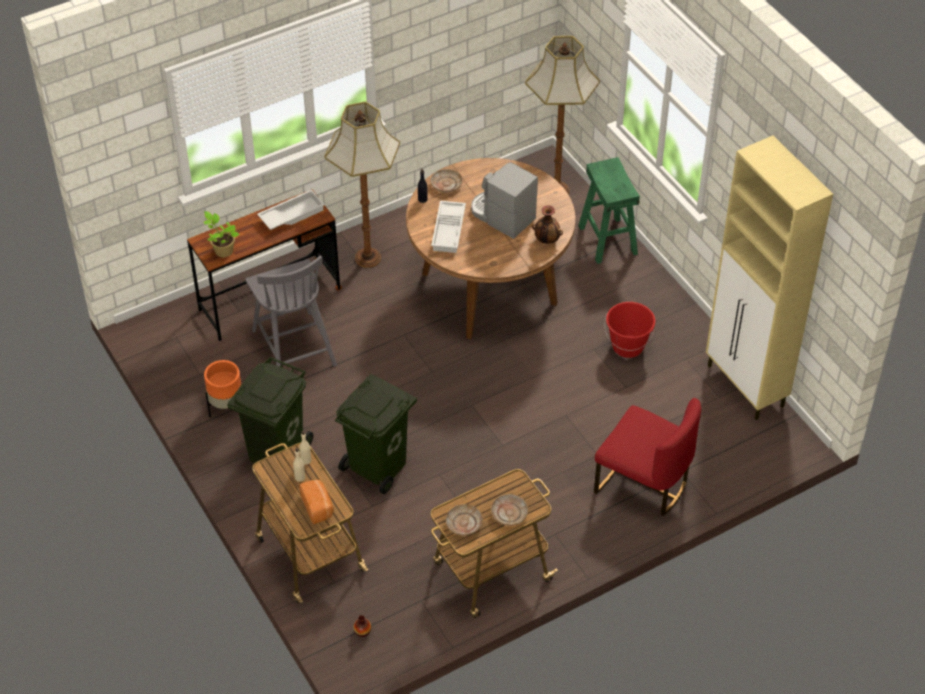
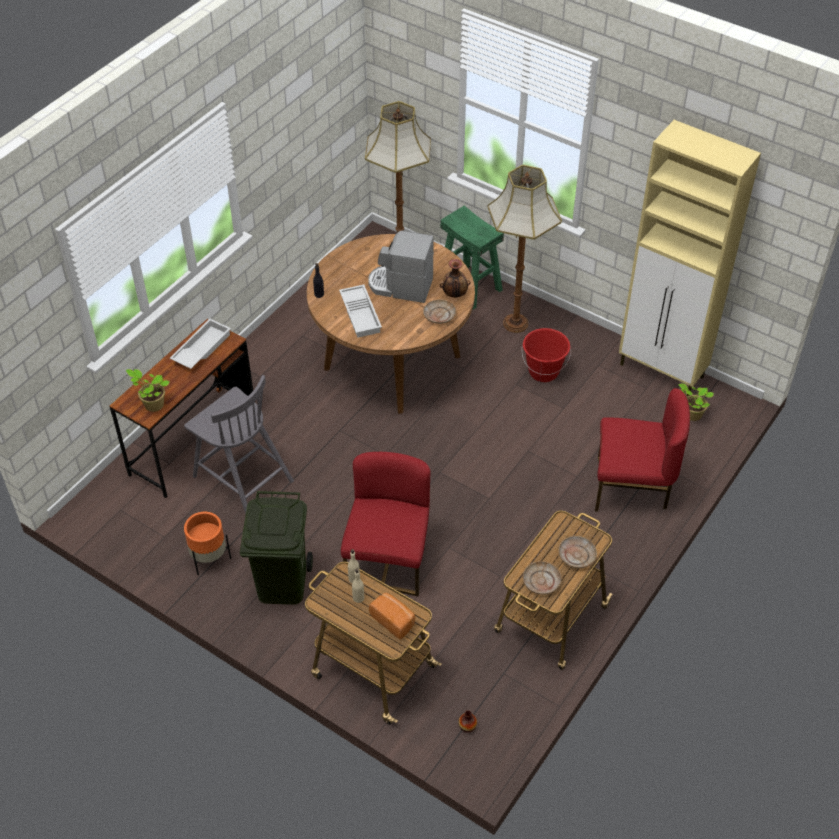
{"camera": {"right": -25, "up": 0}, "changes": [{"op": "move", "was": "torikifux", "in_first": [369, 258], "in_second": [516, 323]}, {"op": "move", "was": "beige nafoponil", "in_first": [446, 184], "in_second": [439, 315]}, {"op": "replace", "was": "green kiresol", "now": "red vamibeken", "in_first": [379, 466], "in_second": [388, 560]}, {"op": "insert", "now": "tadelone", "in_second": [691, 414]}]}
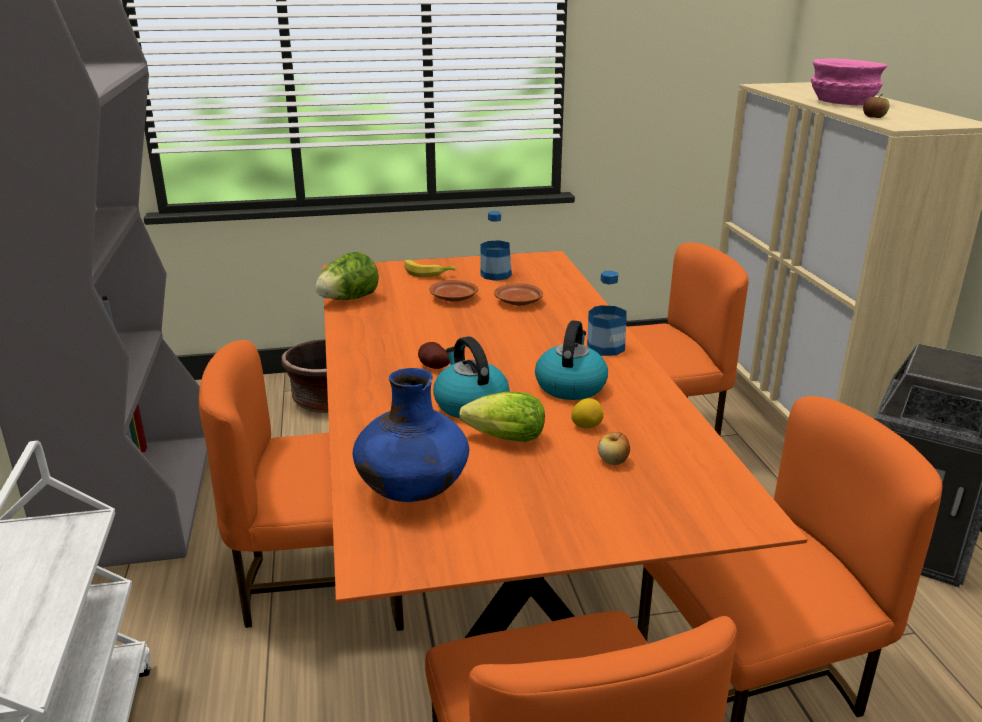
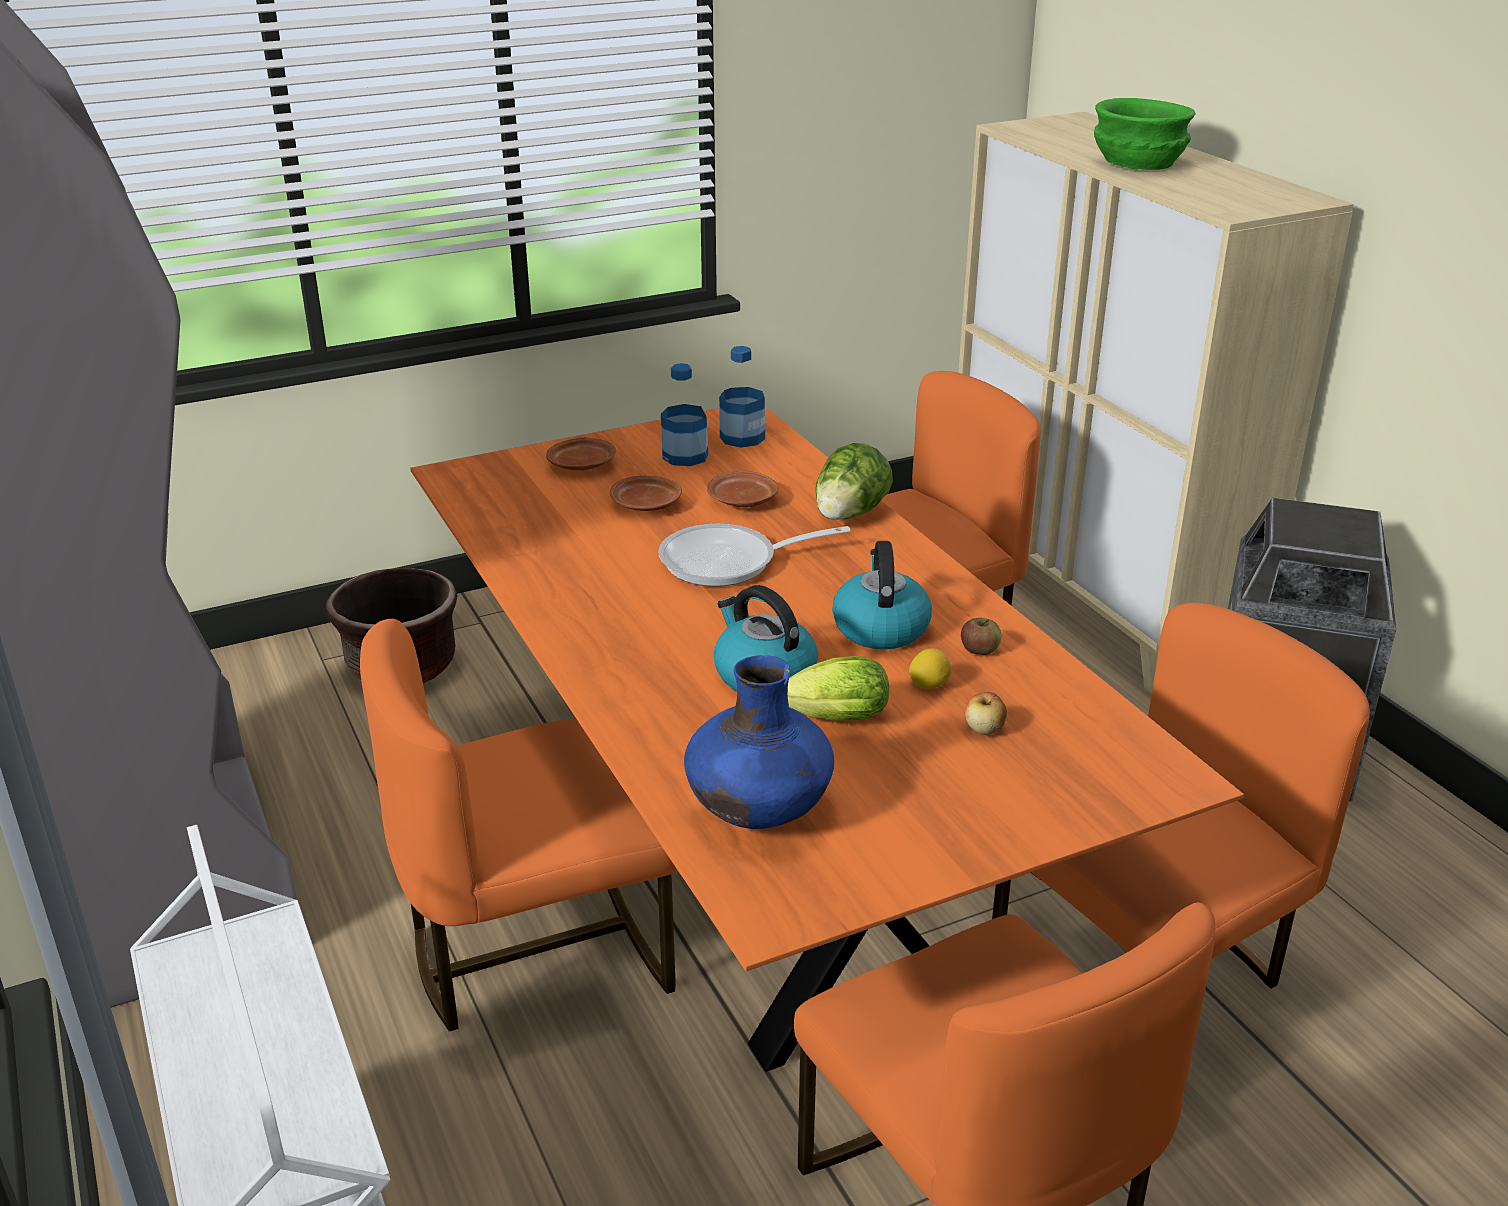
{"camera": {"right": -15, "up": 5}, "changes": [{"op": "recolor", "was": "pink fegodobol", "now": "green fegodobol", "in_first": [842, 102], "in_second": [1137, 163]}, {"op": "move", "was": "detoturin", "in_first": [874, 117], "in_second": [979, 650]}, {"op": "move", "was": "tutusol", "in_first": [348, 299], "in_second": [849, 515]}, {"op": "replace", "was": "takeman", "now": "brown nafoponil", "in_first": [427, 273], "in_second": [582, 465]}, {"op": "move", "was": "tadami", "in_first": [605, 348], "in_second": [742, 438]}, {"op": "delete", "was": "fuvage", "in_first": [433, 367]}, {"op": "insert", "now": "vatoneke", "in_second": [729, 563]}]}
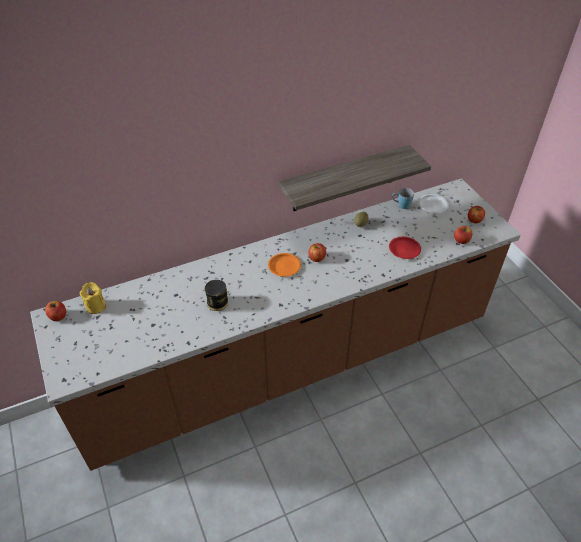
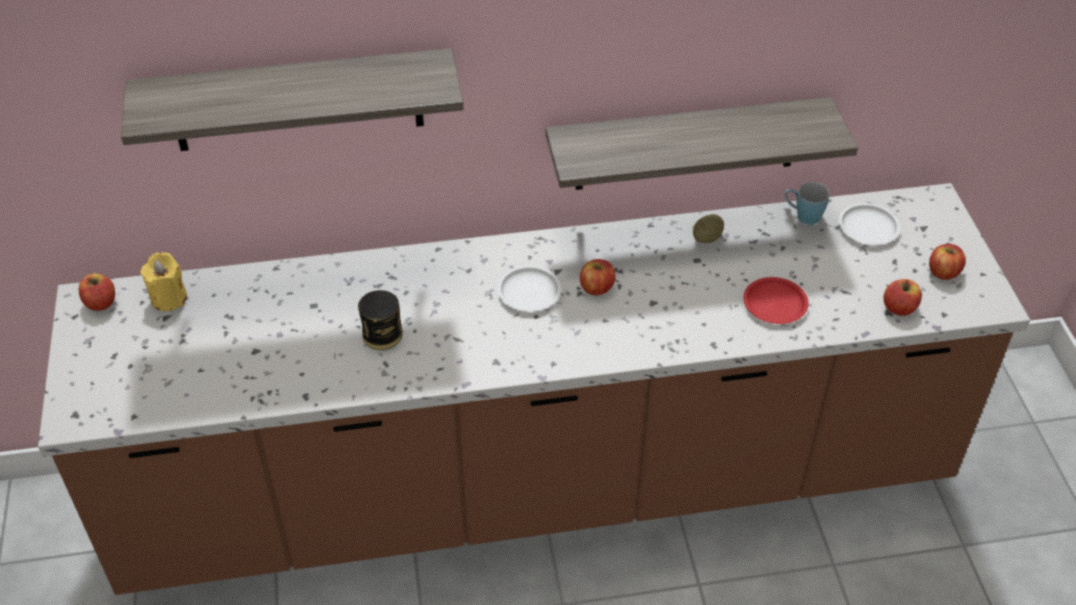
{"camera": {"right": 15, "up": 0}, "changes": [{"op": "recolor", "was": "orange nafoponil", "now": "white nafoponil", "in_first": [284, 266], "in_second": [529, 292]}, {"op": "insert", "now": "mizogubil", "in_second": [297, 100]}]}
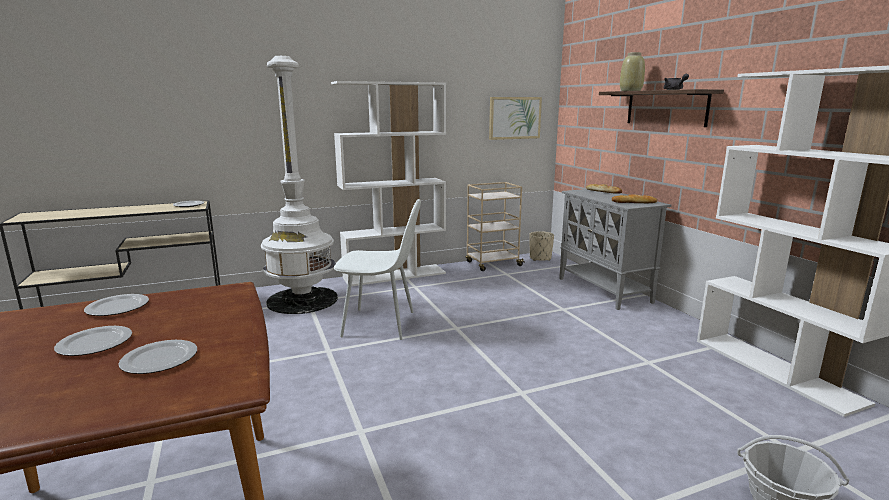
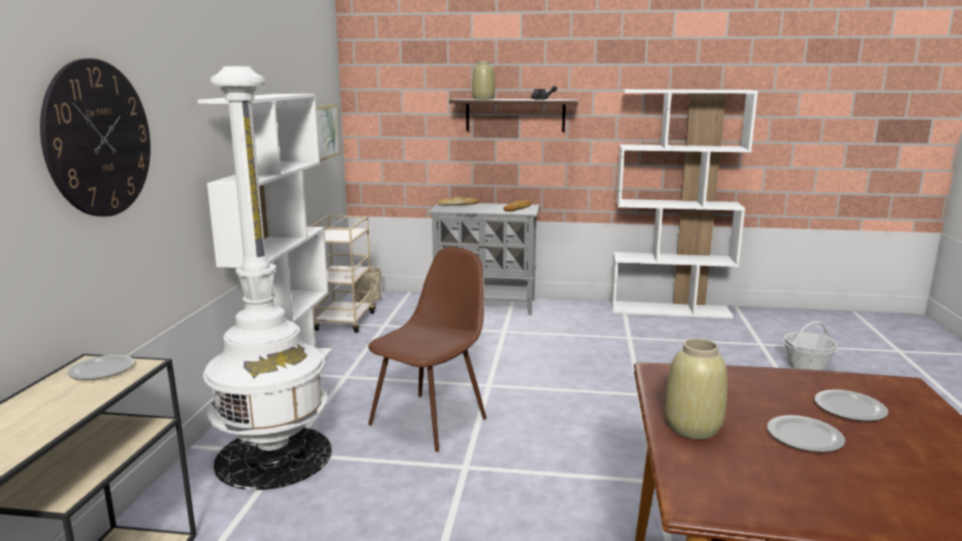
{"camera": {"right": -60, "up": 0}, "changes": [{"op": "recolor", "was": "white vamibeken", "now": "brown vamibeken", "in_first": [381, 324], "in_second": [430, 420]}, {"op": "replace", "was": "nafoponil", "now": "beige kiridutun", "in_first": [116, 307], "in_second": [692, 428]}, {"op": "insert", "now": "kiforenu", "in_second": [99, 139]}]}
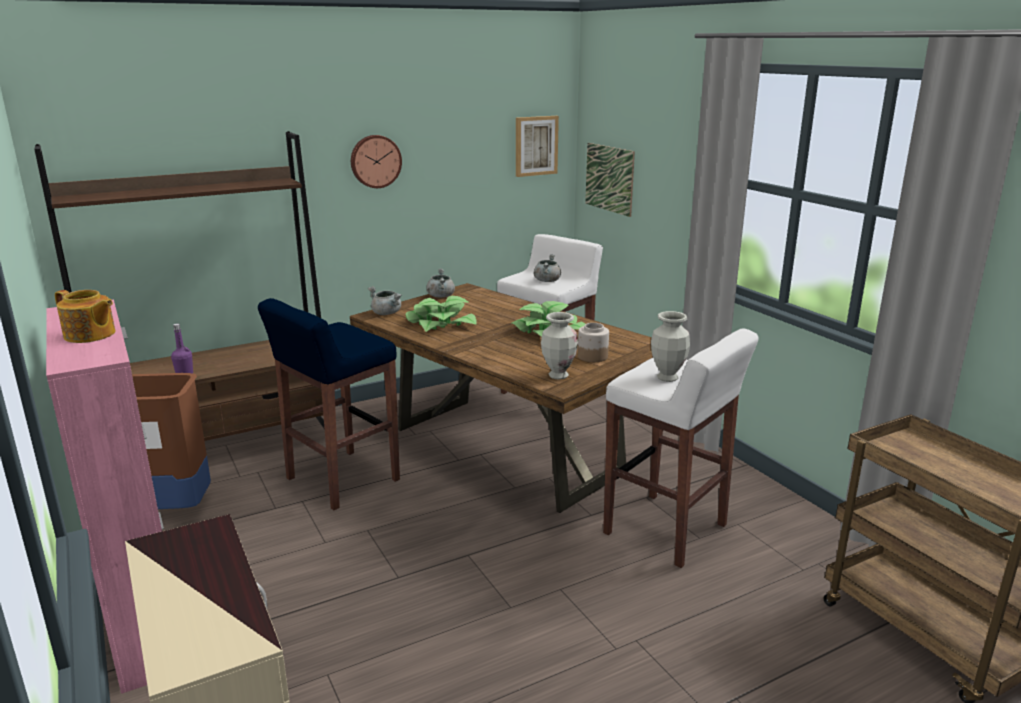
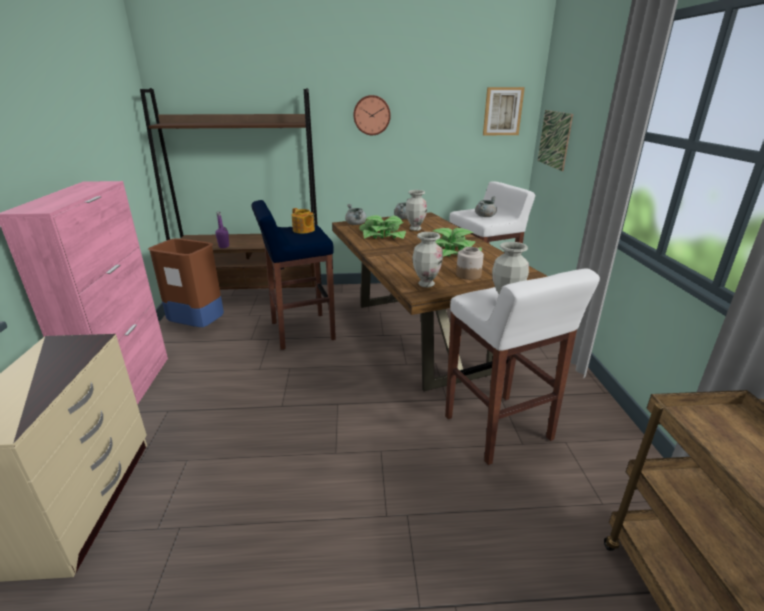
{"camera": {"right": 25, "up": 5}, "changes": [{"op": "move", "was": "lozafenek", "in_first": [90, 335], "in_second": [303, 230]}, {"op": "insert", "now": "kiridutun", "in_second": [415, 229]}]}
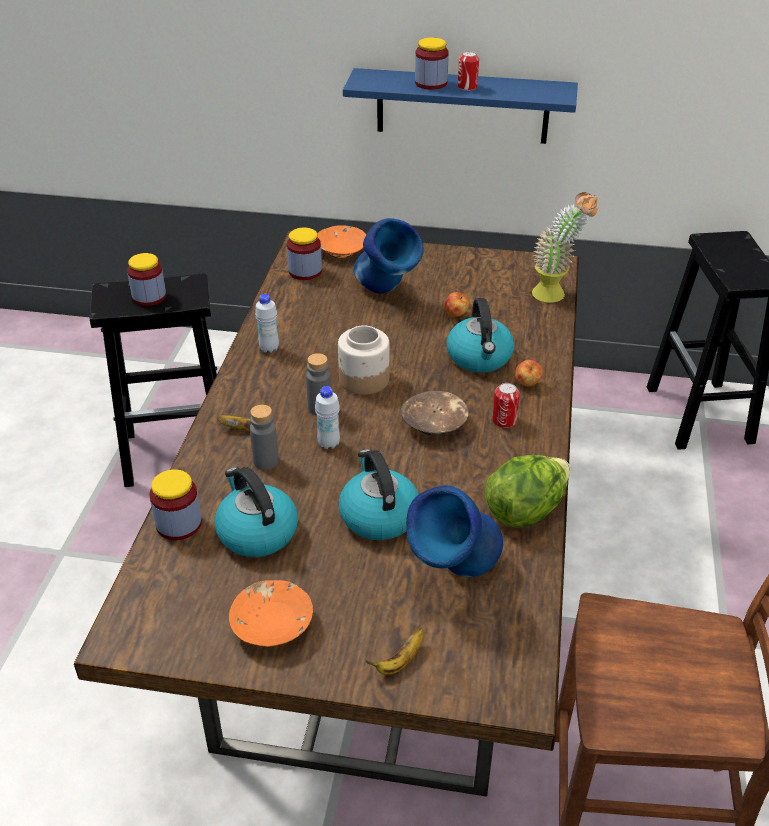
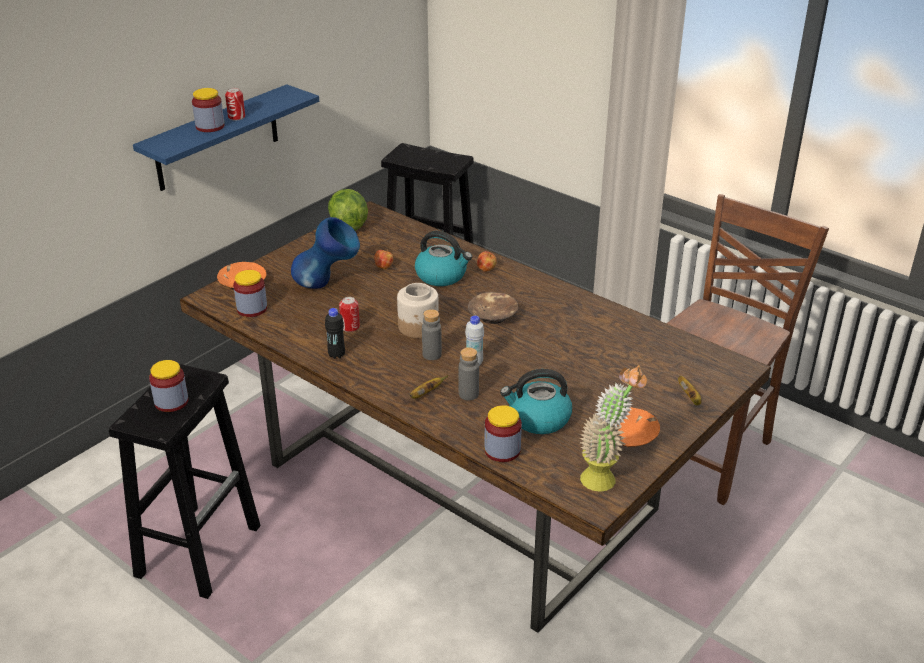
{"camera": {"right": -60, "up": -5}, "changes": [{"op": "move", "was": "tadelone", "in_first": [556, 296], "in_second": [605, 476]}, {"op": "recolor", "was": "white tadami", "now": "black tadami", "in_first": [269, 348], "in_second": [336, 355]}, {"op": "move", "was": "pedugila", "in_first": [504, 420], "in_second": [350, 326]}, {"op": "delete", "was": "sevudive", "in_first": [378, 516]}, {"op": "move", "was": "tutusol", "in_first": [525, 510], "in_second": [348, 224]}, {"op": "delete", "was": "blue kiridutun", "in_first": [453, 577]}]}
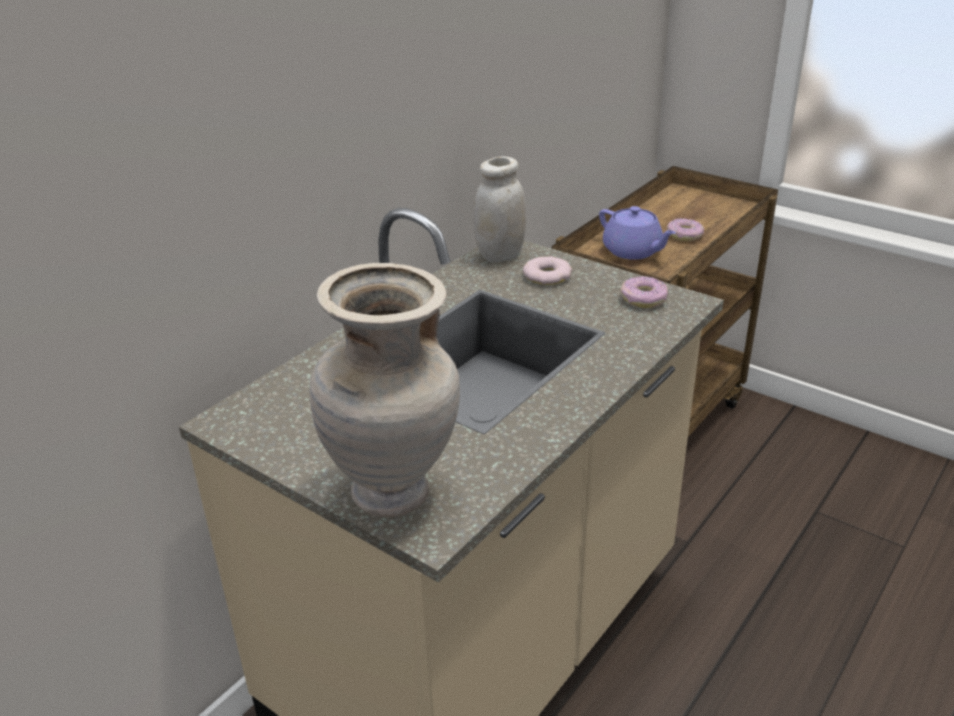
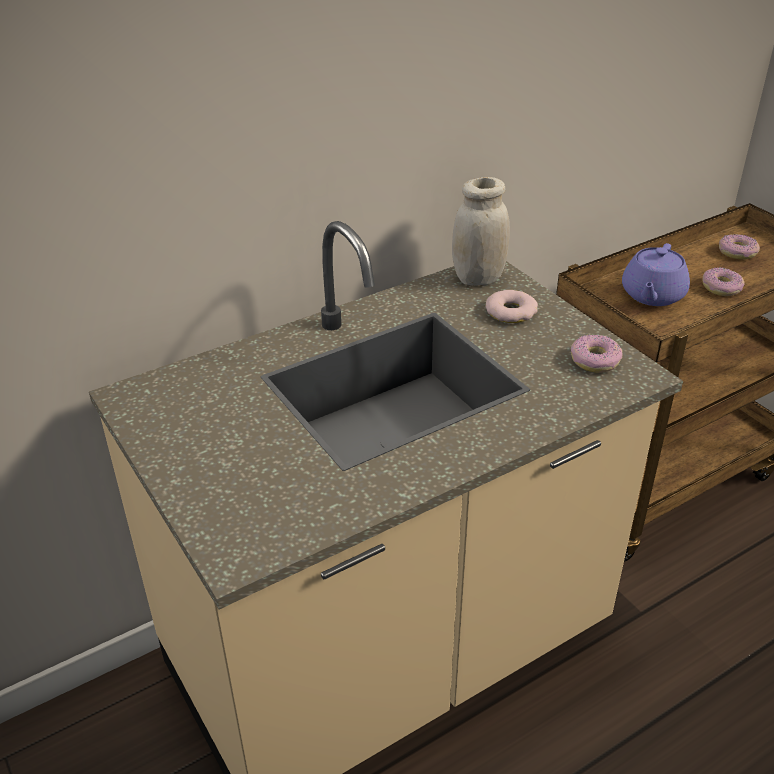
{"camera": {"right": 20, "up": 5}, "changes": [{"op": "rotate", "was": "purple lozafenek", "in_first": [633, 251], "in_second": [652, 295], "clockwise": 45}, {"op": "delete", "was": "beige kiridutun", "in_first": [394, 495]}, {"op": "insert", "now": "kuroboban", "in_second": [737, 252]}]}
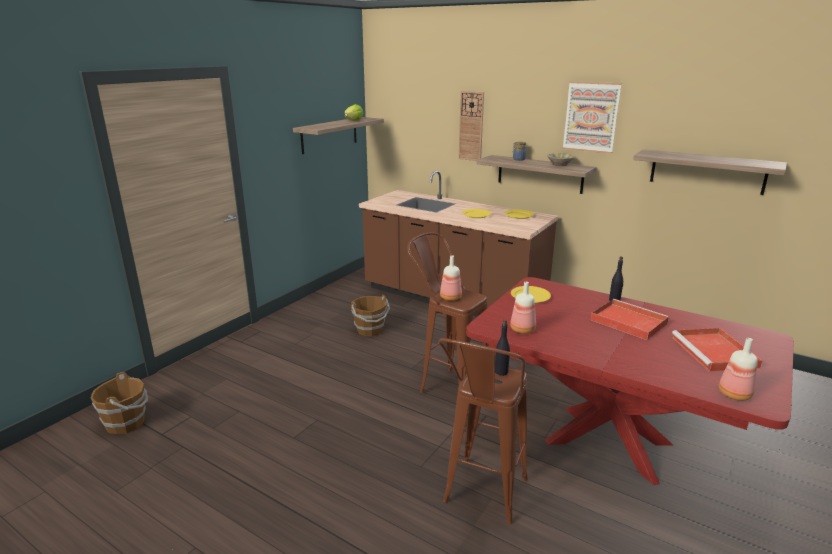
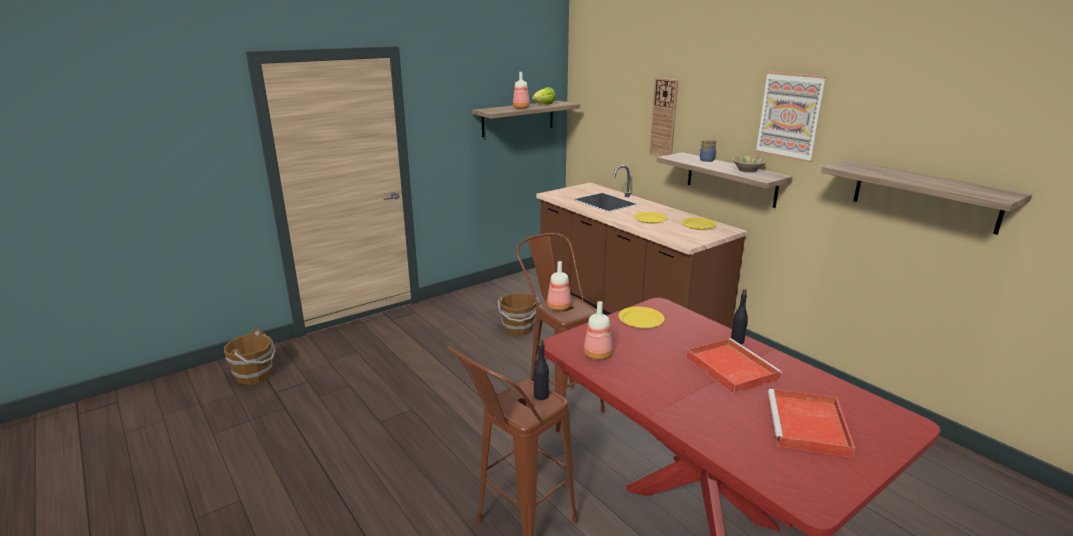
{"camera": {"right": 20, "up": 0}, "changes": [{"op": "move", "was": "tadami", "in_first": [733, 394], "in_second": [520, 108]}]}
